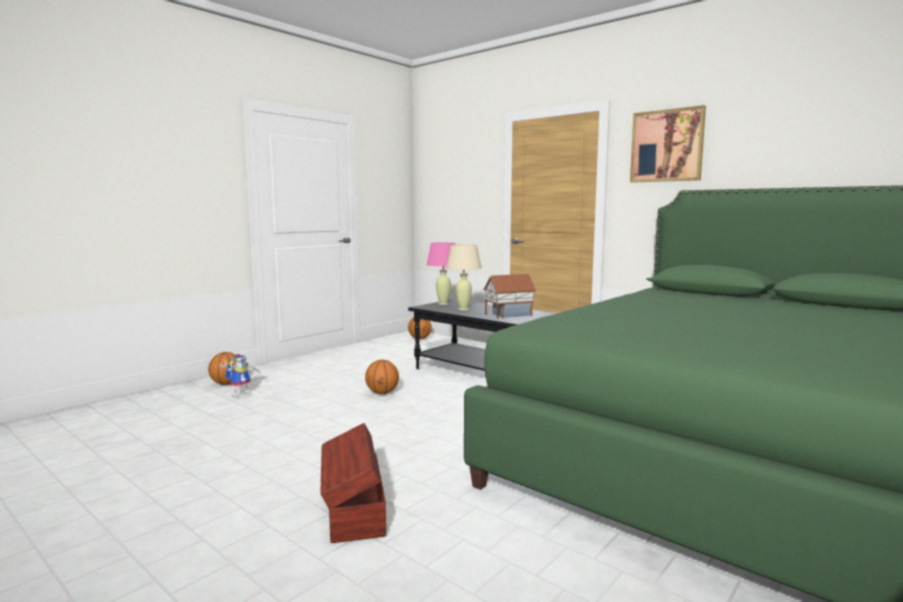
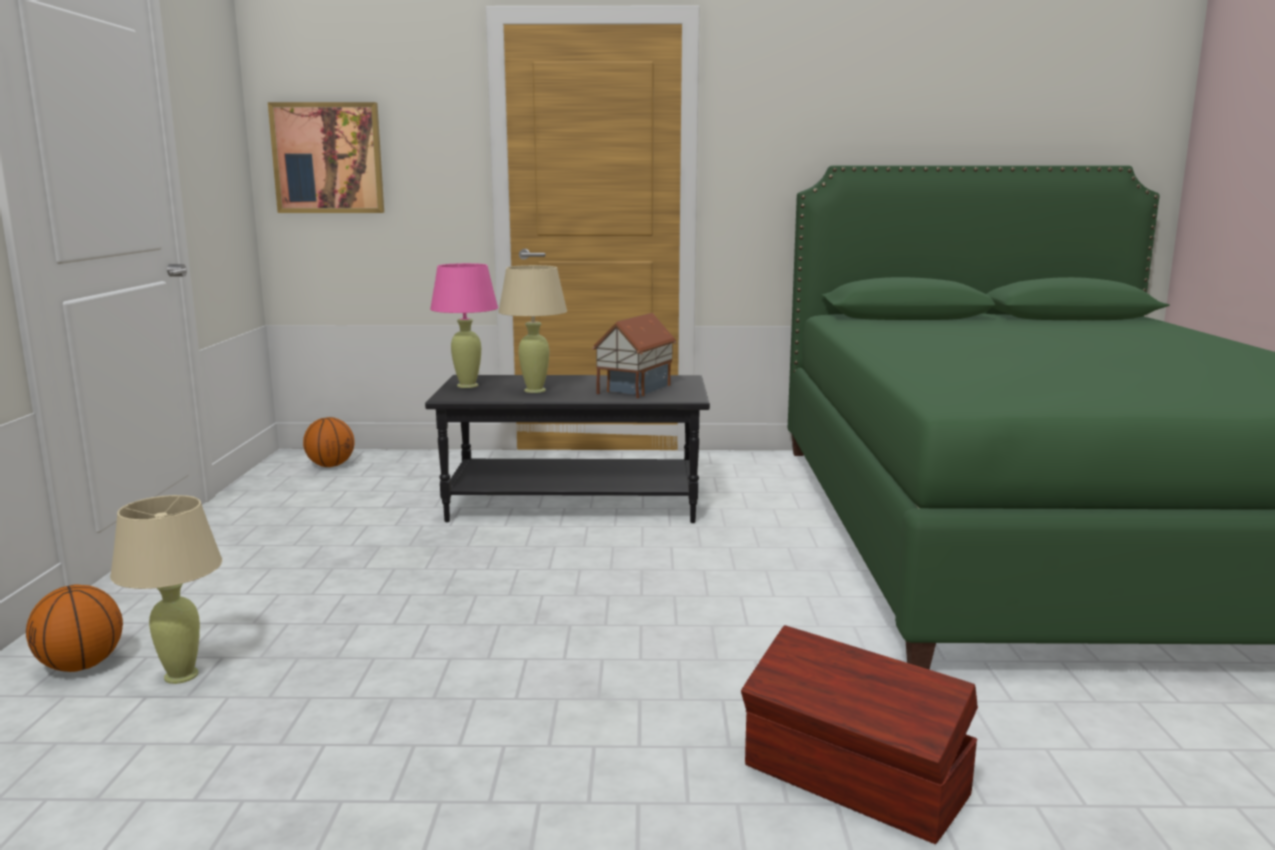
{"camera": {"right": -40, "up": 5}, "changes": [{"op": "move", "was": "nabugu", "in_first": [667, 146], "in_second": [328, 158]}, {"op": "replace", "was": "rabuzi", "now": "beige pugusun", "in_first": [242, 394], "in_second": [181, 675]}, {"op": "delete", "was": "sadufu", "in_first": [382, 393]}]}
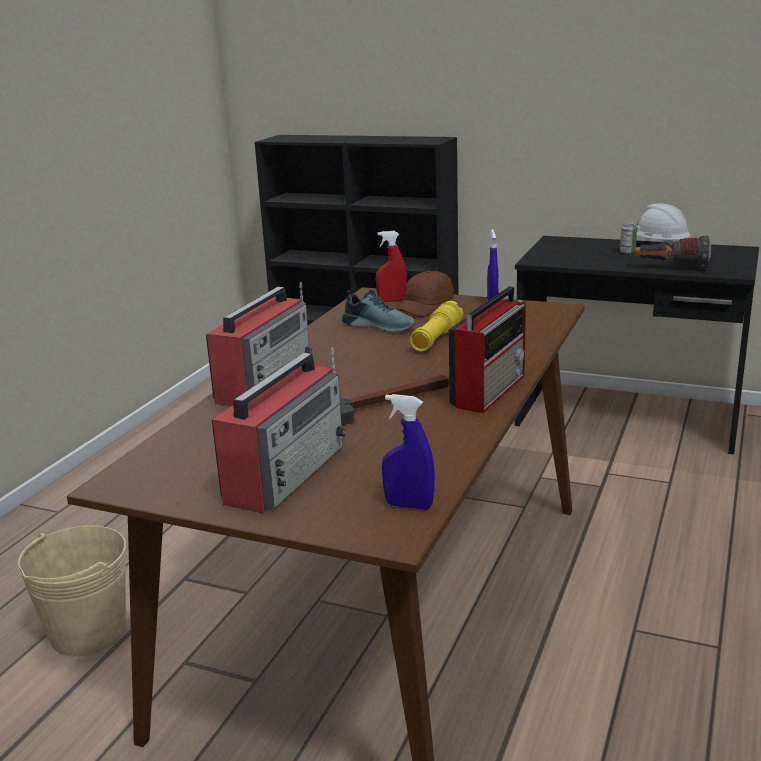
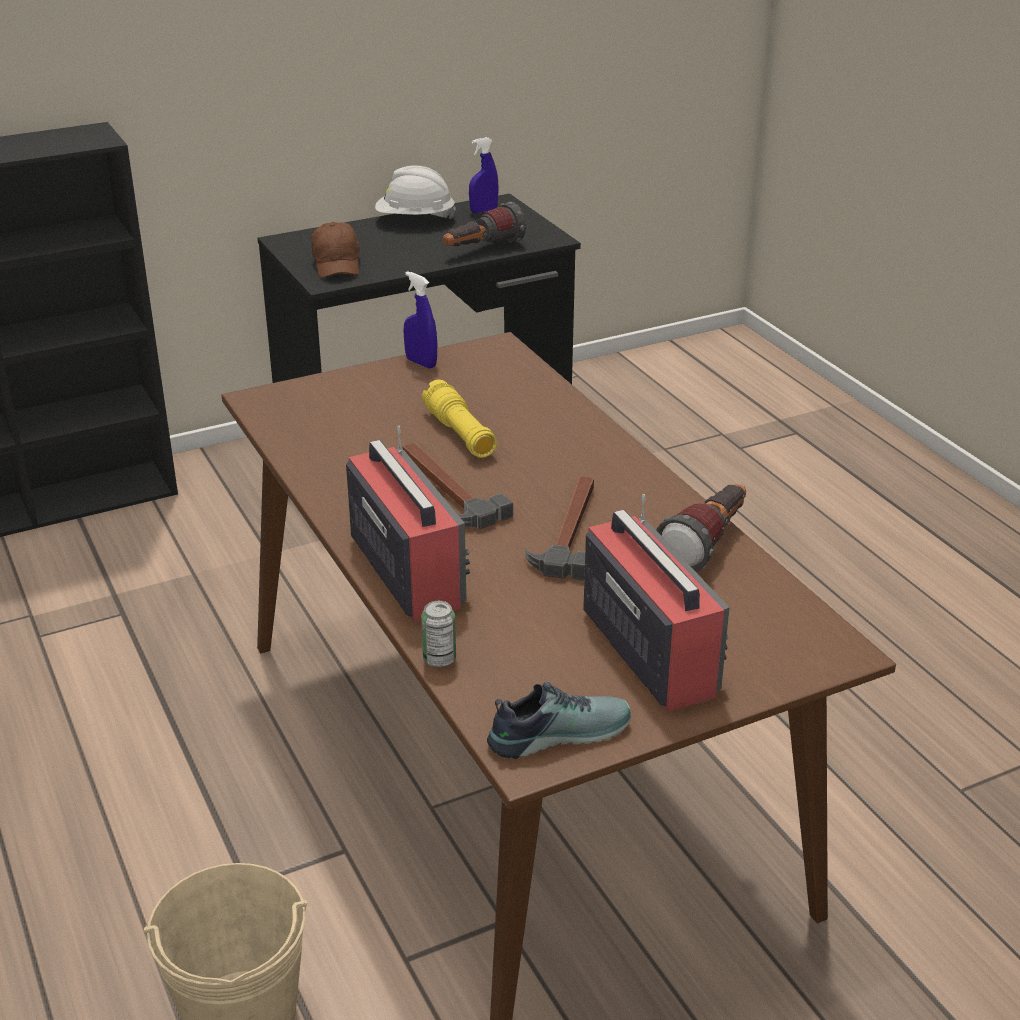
{"camera": {"right": -50, "up": 10}, "changes": [{"op": "move", "was": "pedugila", "in_first": [627, 252], "in_second": [439, 659]}, {"op": "delete", "was": "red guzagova", "in_first": [392, 300]}, {"op": "move", "was": "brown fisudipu", "in_first": [425, 307], "in_second": [337, 264]}, {"op": "delete", "was": "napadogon", "in_first": [490, 389]}, {"op": "move", "was": "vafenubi", "in_first": [380, 325], "in_second": [557, 732]}, {"op": "move", "was": "blue guzagova", "in_first": [409, 505], "in_second": [483, 211]}, {"op": "insert", "now": "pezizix", "in_second": [446, 490]}, {"op": "insert", "now": "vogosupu", "in_second": [707, 544]}]}
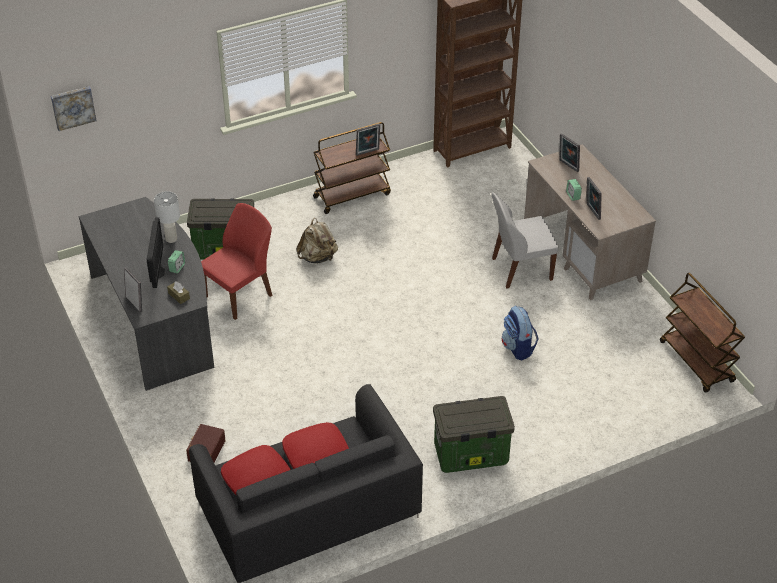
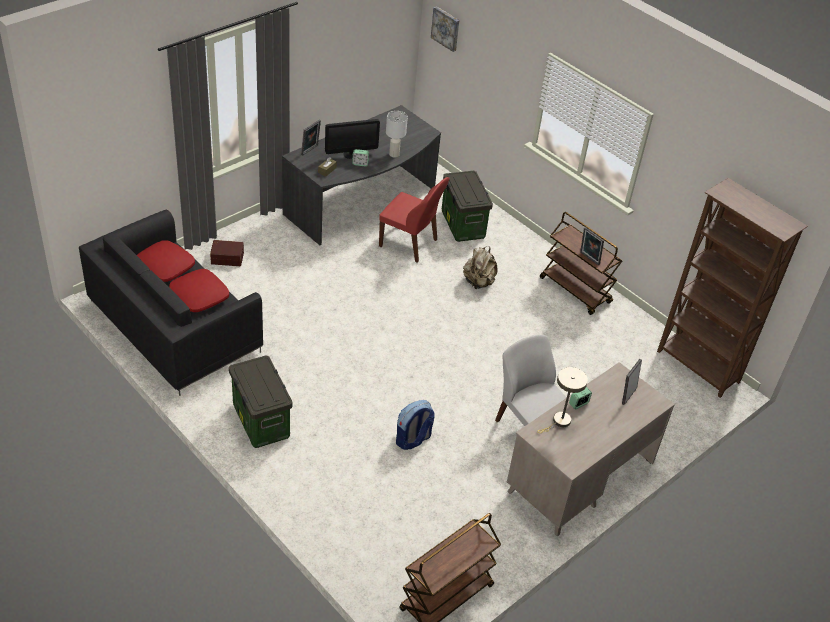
{"camera": {"right": 70, "up": 0}, "changes": [{"op": "replace", "was": "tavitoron", "now": "beige pugusun", "in_first": [592, 212], "in_second": [559, 422]}]}
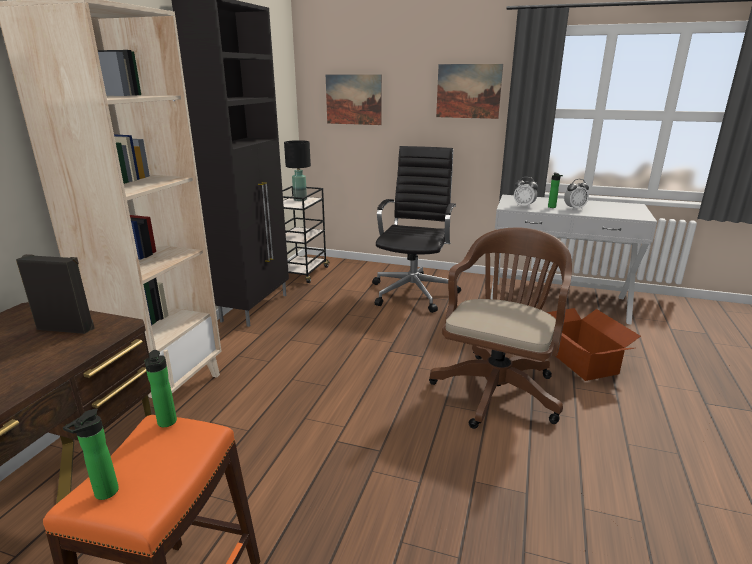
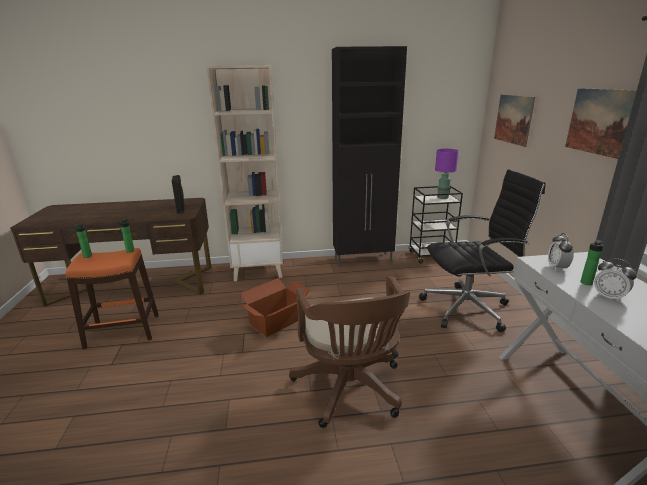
{"camera": {"right": 65, "up": 0}, "changes": [{"op": "recolor", "was": "black pugusun", "now": "purple pugusun", "in_first": [300, 199], "in_second": [442, 197]}, {"op": "rotate", "was": "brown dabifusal", "in_first": [498, 388], "in_second": [350, 390], "clockwise": 75}, {"op": "move", "was": "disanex", "in_first": [581, 361], "in_second": [276, 320]}]}
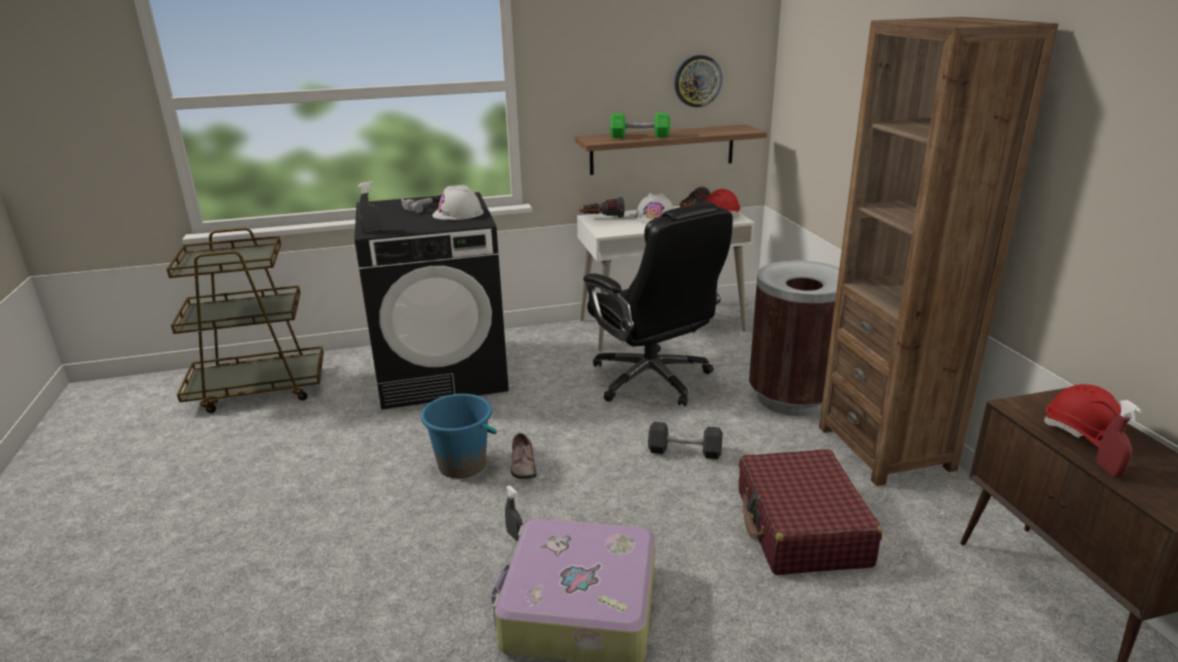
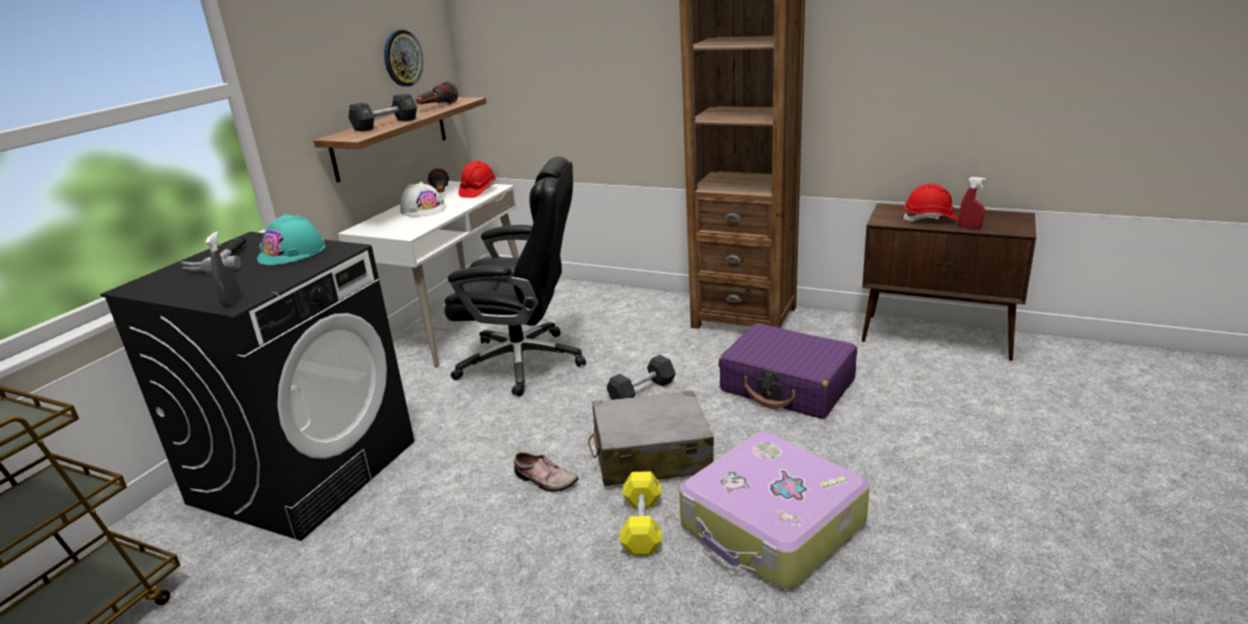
{"camera": {"right": -50, "up": 0}, "changes": [{"op": "recolor", "was": "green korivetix", "now": "black korivetix", "in_first": [639, 136], "in_second": [385, 124]}, {"op": "recolor", "was": "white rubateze", "now": "turquoise rubateze", "in_first": [458, 213], "in_second": [292, 252]}, {"op": "move", "was": "vogosupu", "in_first": [602, 218], "in_second": [436, 107]}, {"op": "delete", "was": "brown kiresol", "in_first": [792, 398]}, {"op": "delete", "was": "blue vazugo", "in_first": [462, 465]}, {"op": "recolor", "was": "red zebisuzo", "now": "purple zebisuzo", "in_first": [801, 528], "in_second": [787, 386]}, {"op": "replace", "was": "grey guzagova", "now": "yellow korivetix", "in_first": [515, 536], "in_second": [642, 525]}, {"op": "insert", "now": "grey zebisuzo", "in_second": [651, 455]}]}
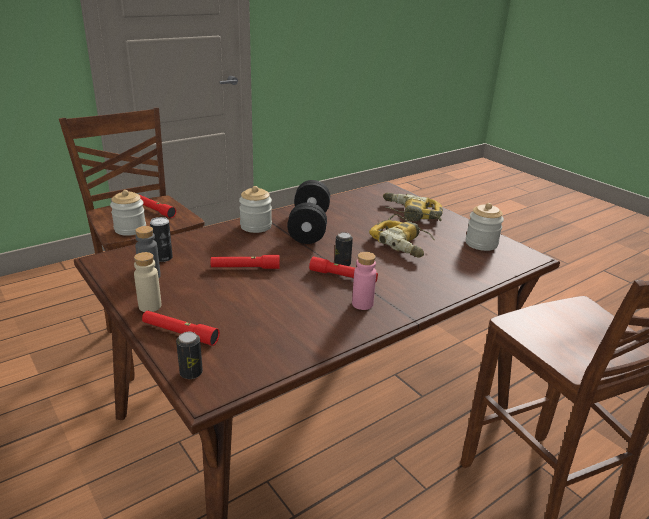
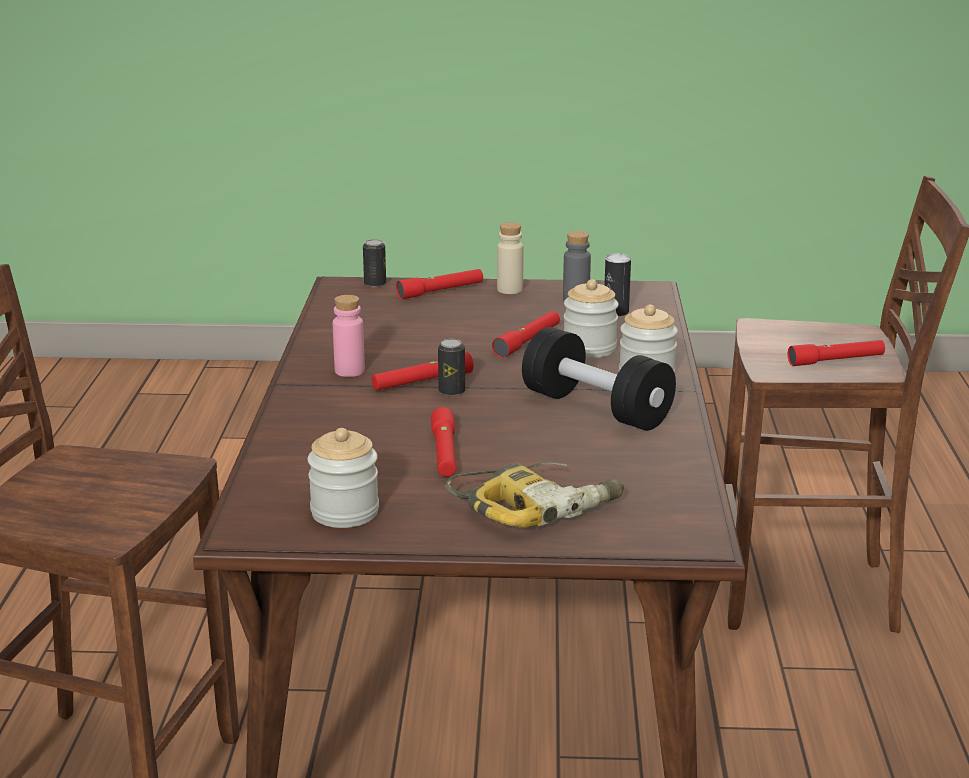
{"camera": {"right": 130, "up": -5}, "changes": [{"op": "move", "was": "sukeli", "in_first": [130, 229], "in_second": [589, 349]}, {"op": "replace", "was": "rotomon", "now": "red vogosupu", "in_first": [403, 243], "in_second": [444, 453]}]}
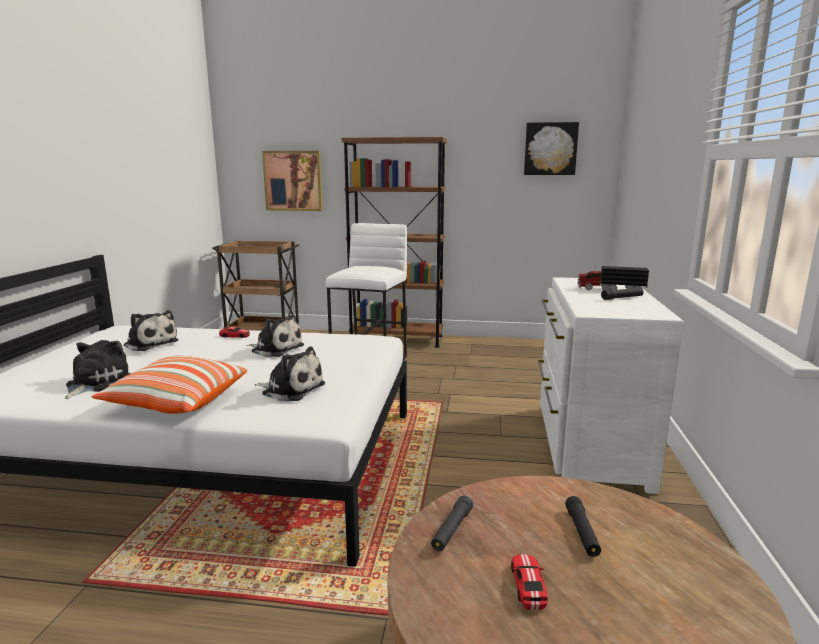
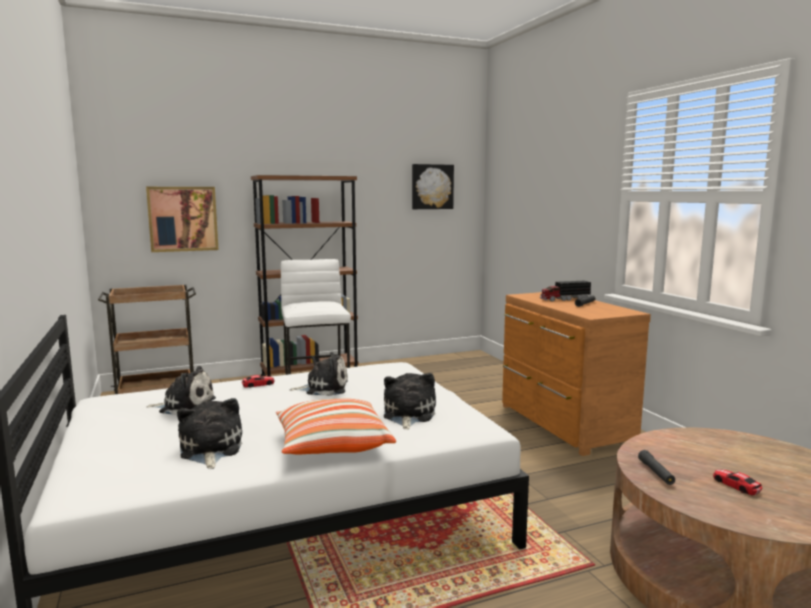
{"camera": {"right": -30, "up": -5}, "changes": [{"op": "recolor", "was": "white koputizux", "now": "brown koputizux", "in_first": [588, 444], "in_second": [563, 424]}, {"op": "rotate", "was": "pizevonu", "in_first": [291, 389], "in_second": [408, 415], "clockwise": -75}, {"op": "delete", "was": "black vogosupu", "in_first": [582, 532]}]}
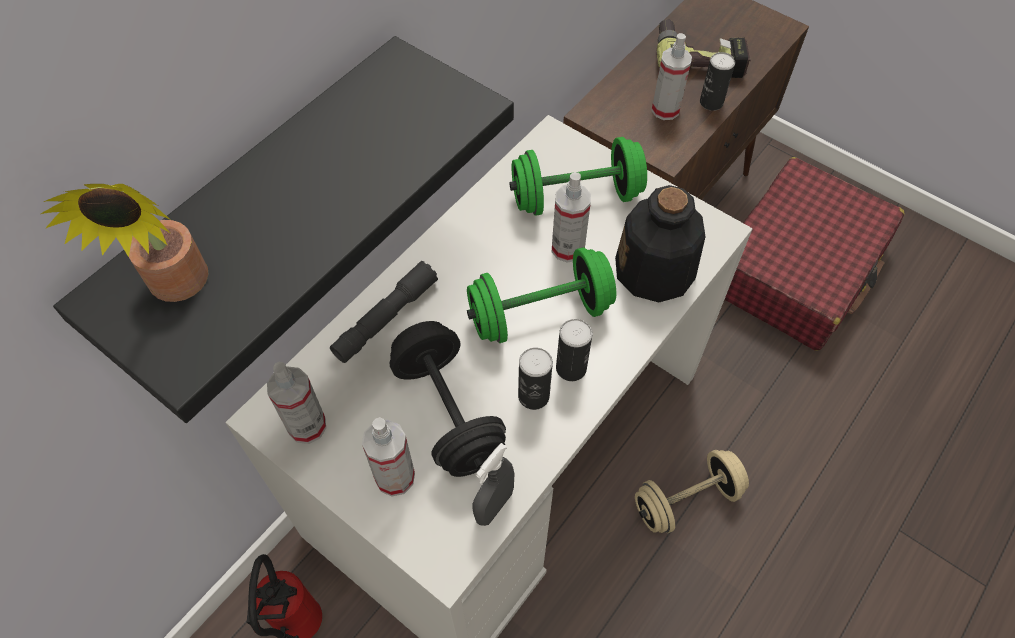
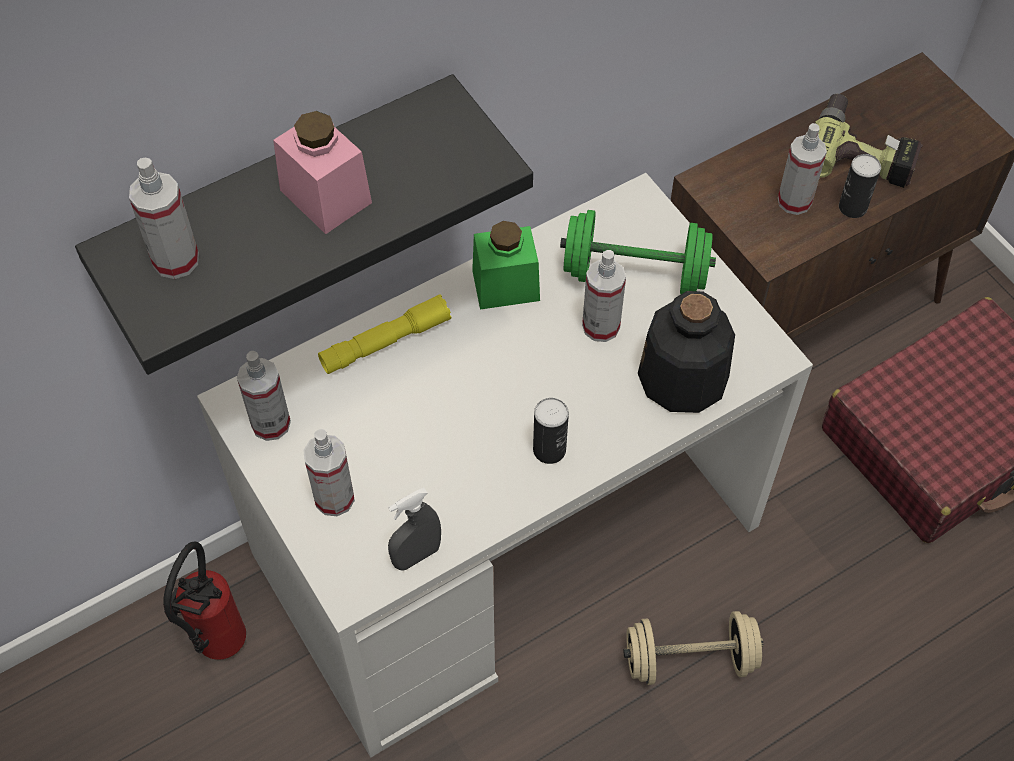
{"camera": {"right": 20, "up": 0}, "changes": [{"op": "replace", "was": "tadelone", "now": "guzagova", "in_first": [177, 288], "in_second": [176, 260]}, {"op": "delete", "was": "green korivetix", "in_first": [540, 313]}, {"op": "recolor", "was": "grey vogosupu", "now": "yellow vogosupu", "in_first": [386, 318], "in_second": [385, 342]}, {"op": "delete", "was": "black korivetix", "in_first": [448, 413]}, {"op": "delete", "was": "pedugila", "in_first": [533, 396]}, {"op": "insert", "now": "pink sukeli", "in_second": [325, 196]}, {"op": "insert", "now": "green sukeli", "in_second": [506, 285]}]}
